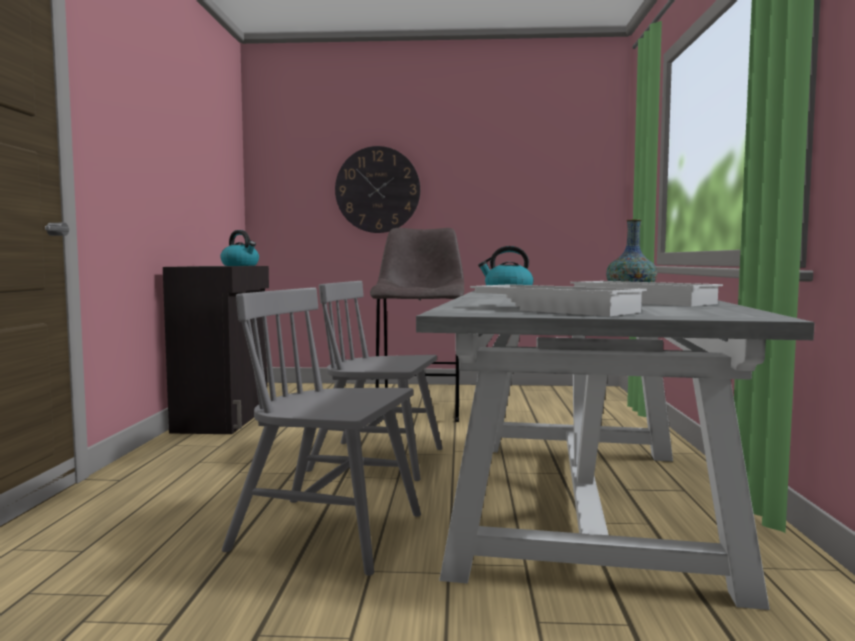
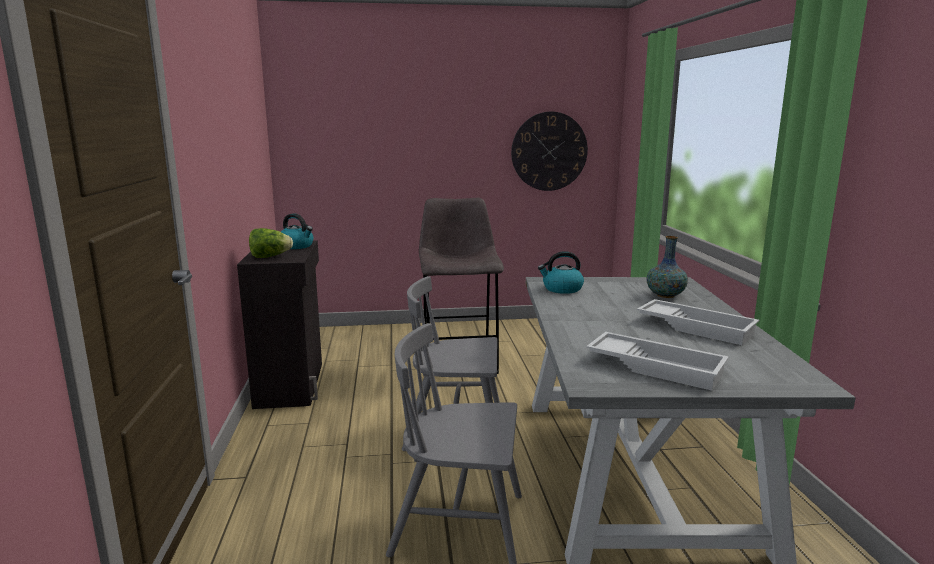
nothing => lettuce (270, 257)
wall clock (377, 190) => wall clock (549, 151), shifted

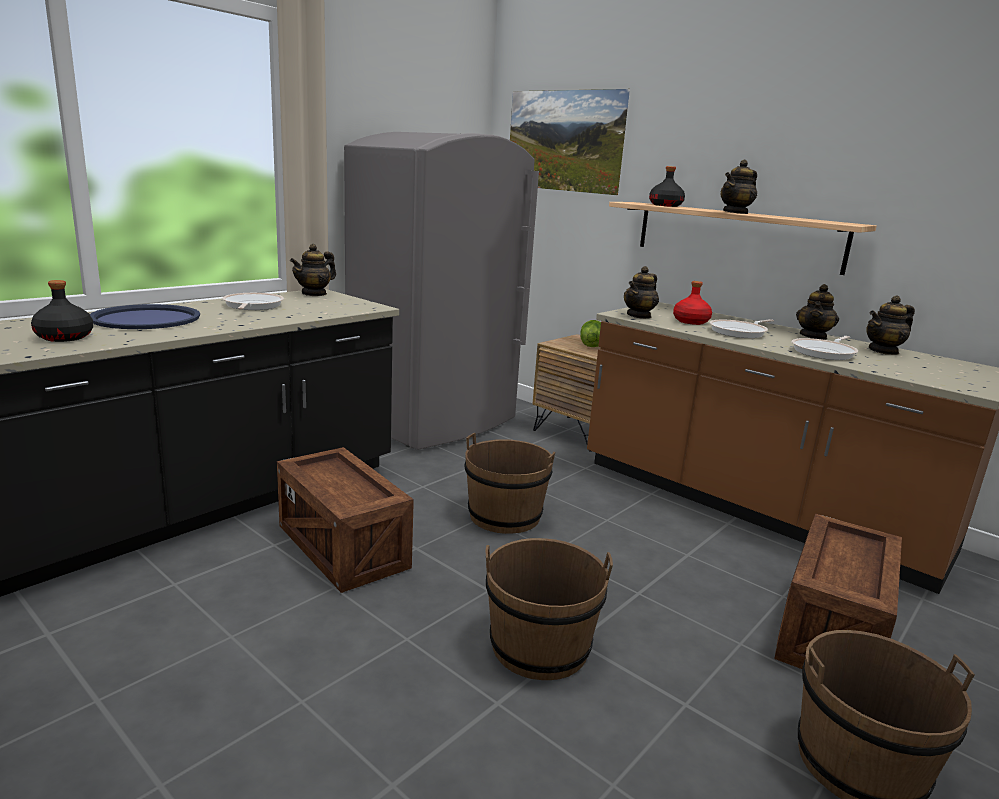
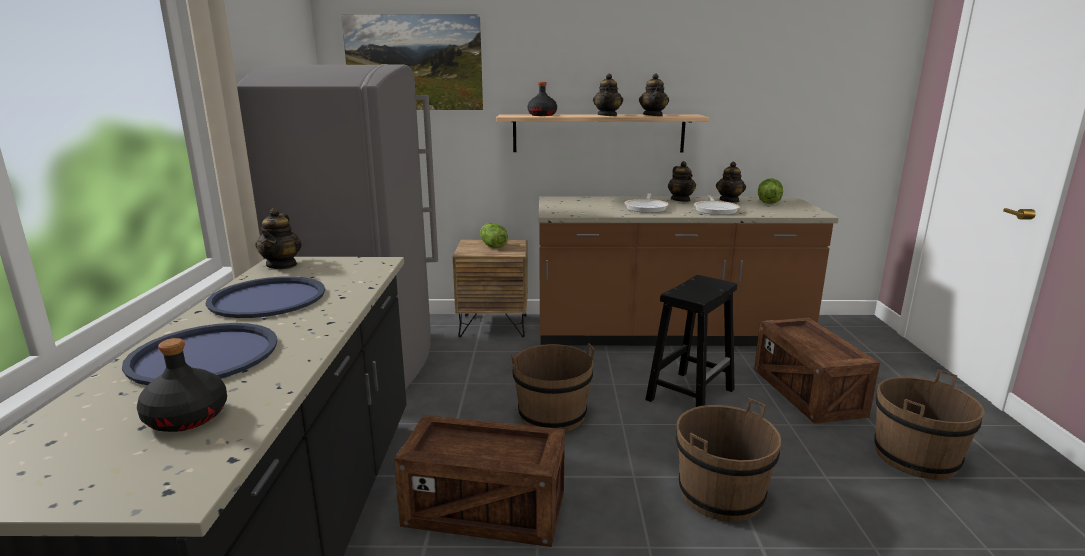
bottle in red (691, 321) => nothing
nothing => stool in black (690, 394)
nothing => lettuce (768, 202)
teapot (639, 316) => teapot (653, 115), shifted
frying pan (252, 306) => tray in blue (268, 298)

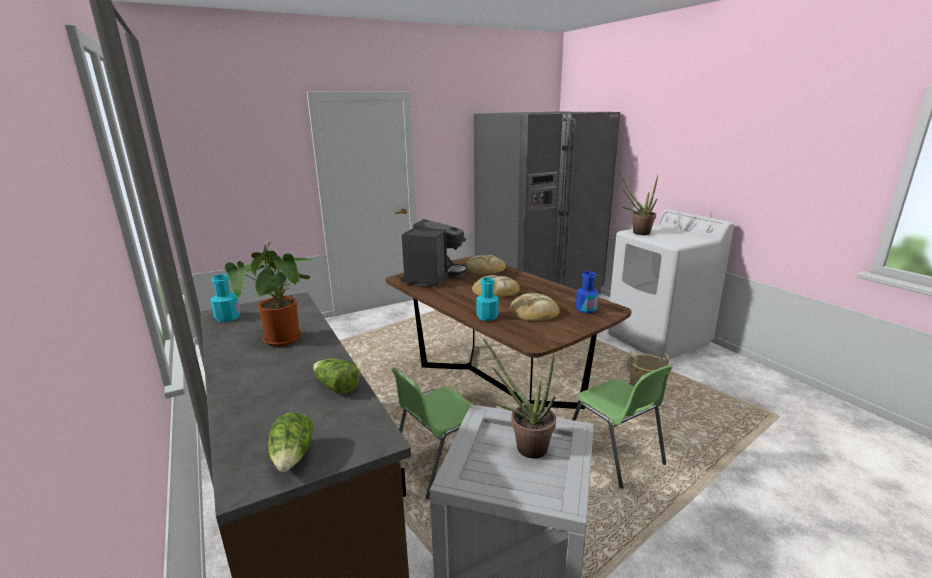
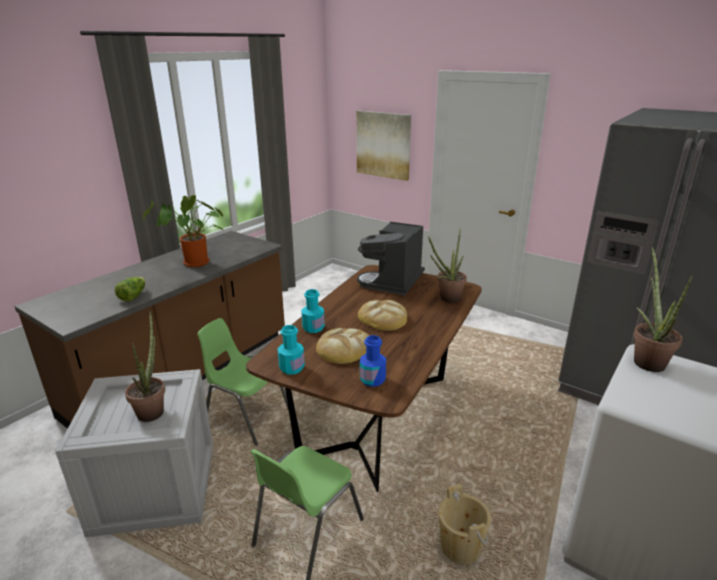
lettuce (293, 457) => nothing
nothing => picture (383, 145)
bottle in turquoise (228, 317) => bottle in turquoise (292, 368), shifted
bread (485, 268) => potted plant (446, 299)
coffee machine (433, 277) => coffee machine (393, 282), 120 degrees clockwise

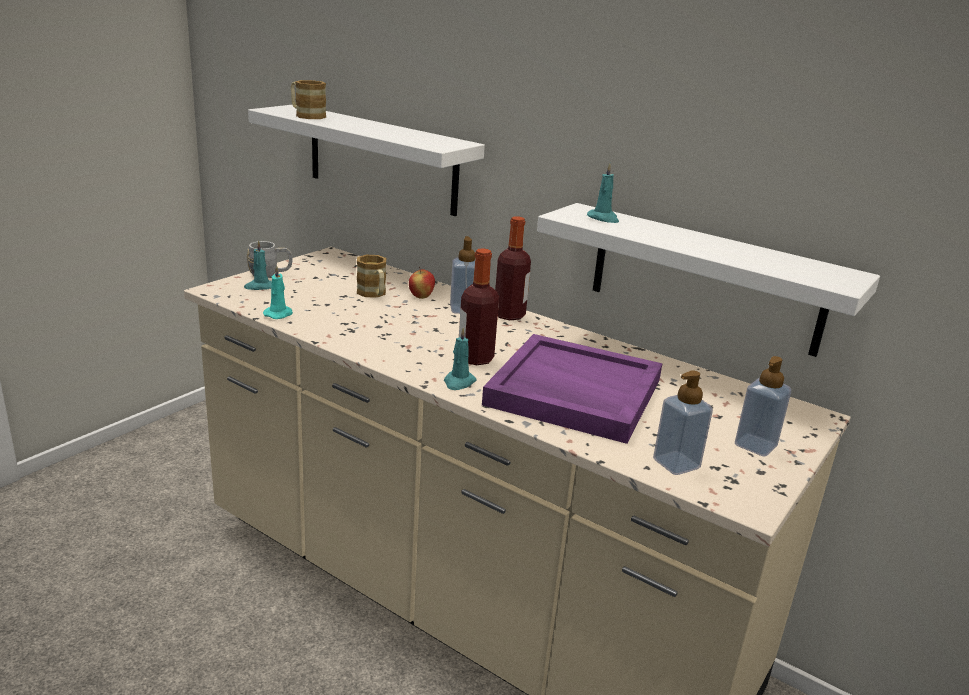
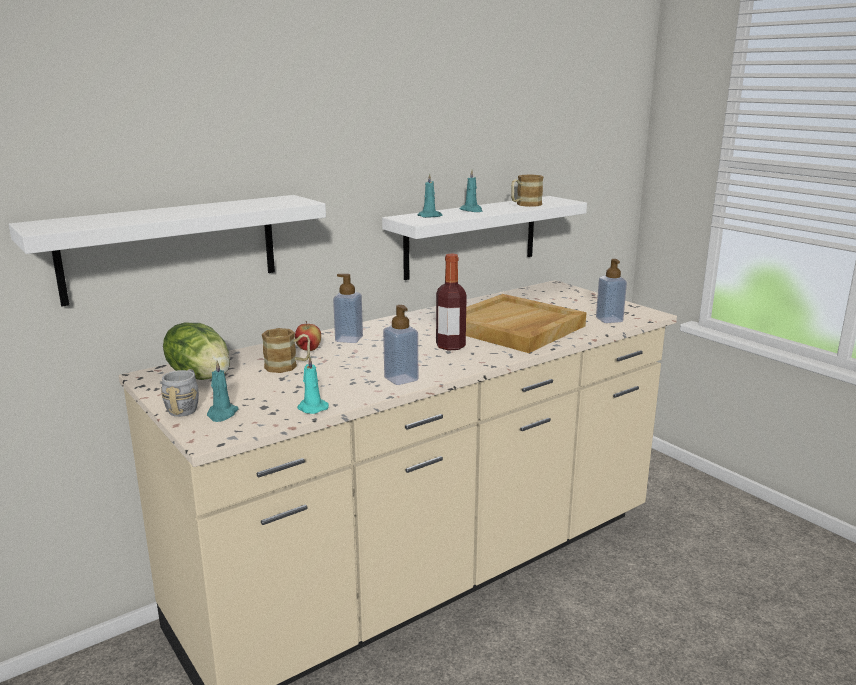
bottle (509, 315) => nothing
nothing => lettuce (201, 375)
mug (306, 115) => mug (525, 205), shifted
candle in turquoise (459, 382) => candle in turquoise (471, 210), shifted
soap dispenser (755, 445) => soap dispenser (401, 379), shifted
tray in purple (572, 392) => tray in beige (514, 328)

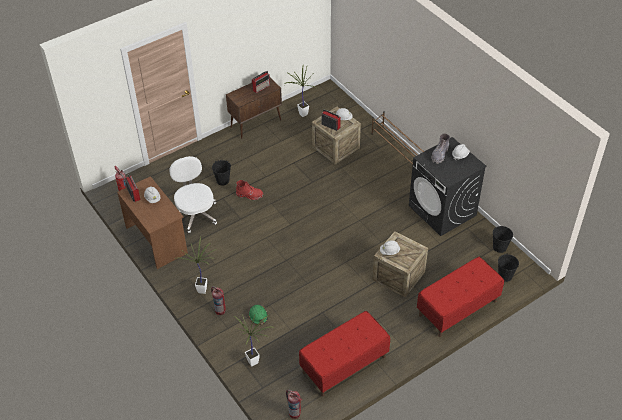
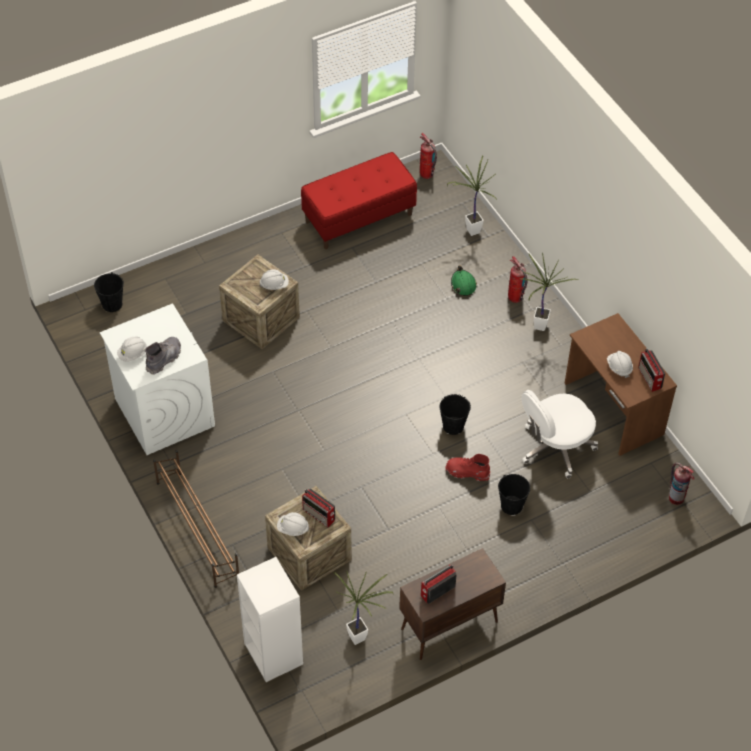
bench in red (457, 308) => nothing
nothing => bookcase in white (272, 653)
bucket in black (499, 247) => bucket in black (453, 426), shifted
washing machine in black (442, 211) => washing machine in white (164, 412)
office chair in white (195, 214) => office chair in white (555, 447), 75 degrees clockwise

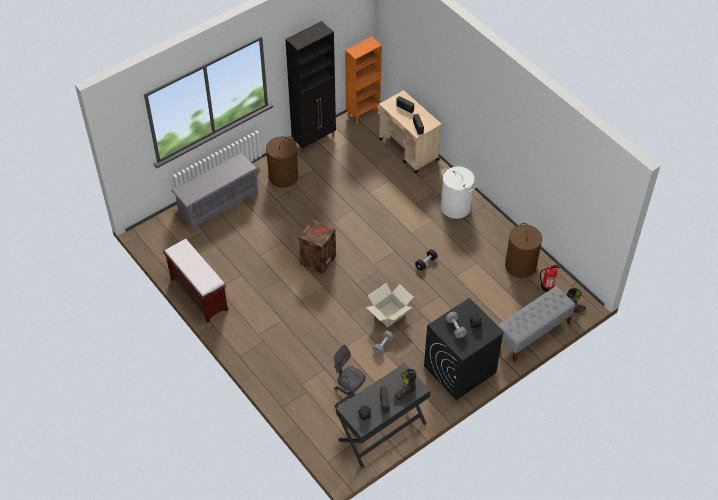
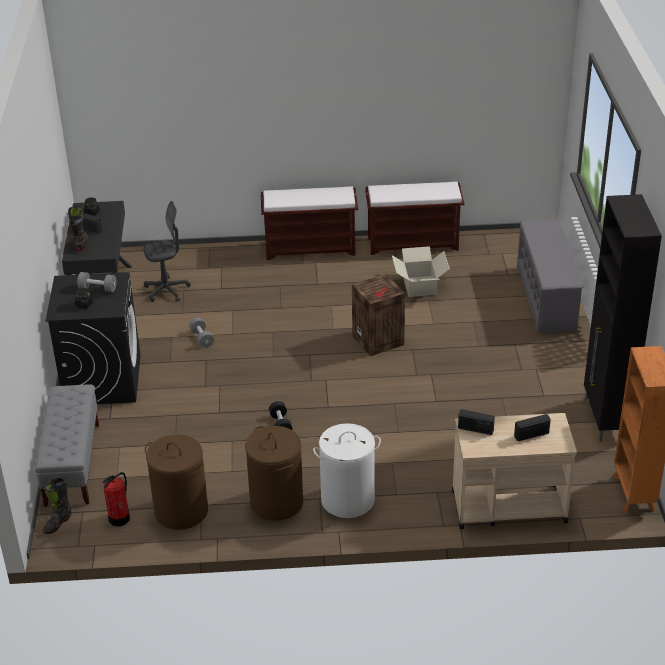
nothing => bench in brown (311, 248)
laundry basket in brown (283, 177) => laundry basket in brown (276, 502), shifted
cardboard box (389, 314) => cardboard box (419, 286), shifted

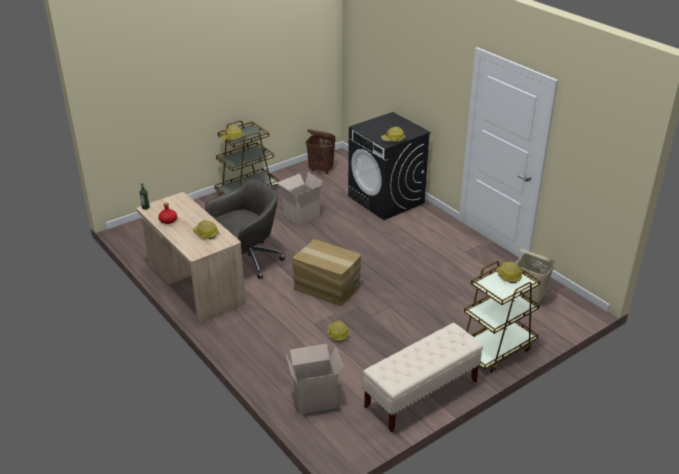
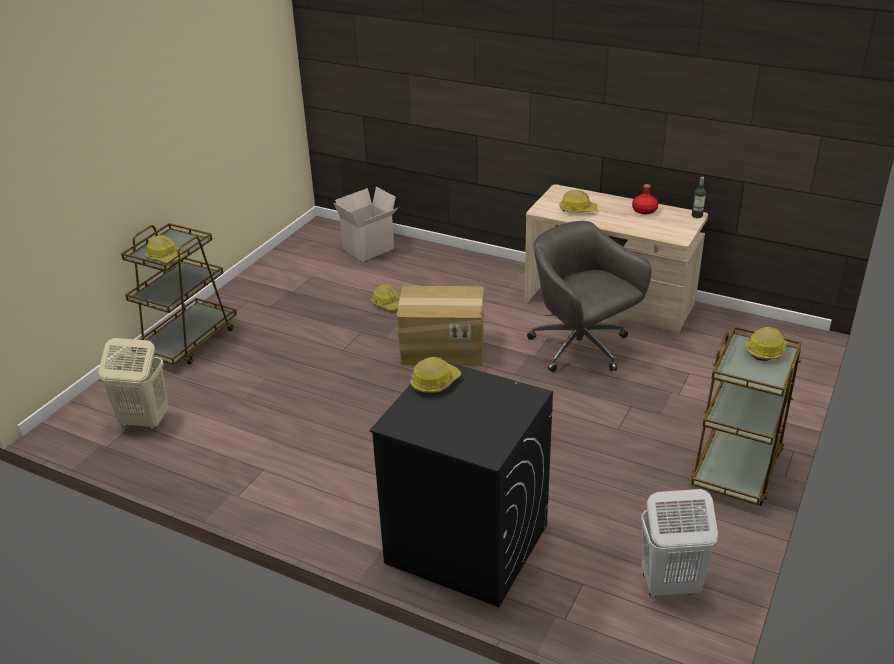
cardboard box (301, 215) => nothing
bench in beige (421, 394) => nothing
laundry basket in brown (321, 170) => laundry basket in white (669, 585)
office chair in grey (248, 261) => office chair in grey (581, 348), 120 degrees clockwise

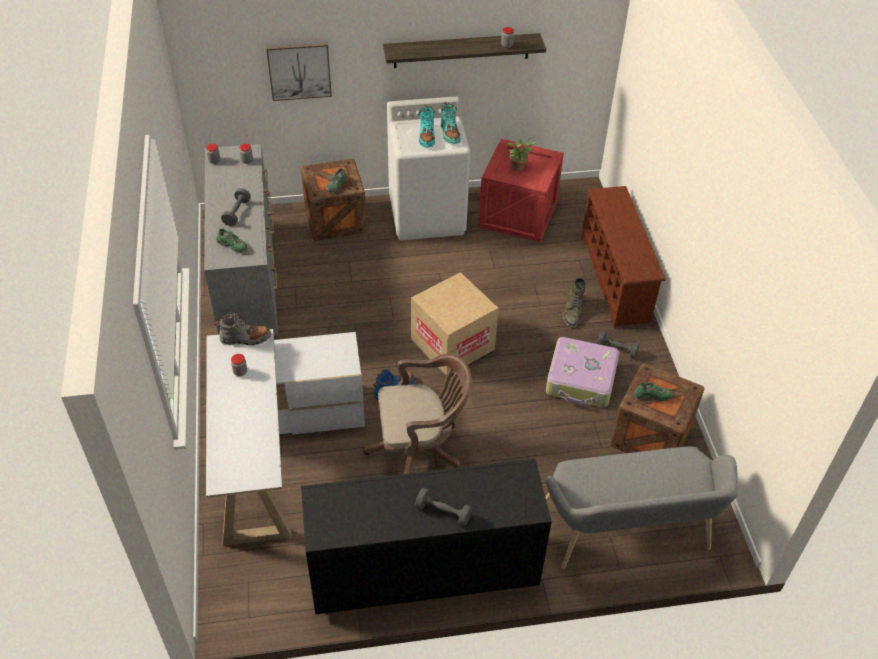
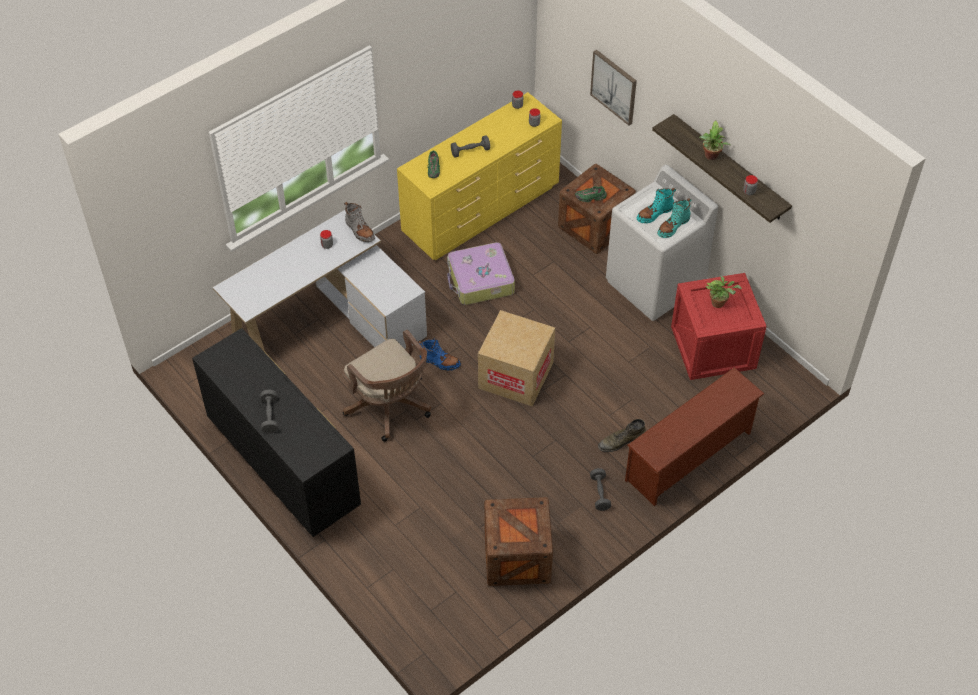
bench in grey (628, 534) => nothing
shoe in green (652, 396) => nothing
nothing => potted plant (711, 156)
suitcase (581, 380) => suitcase (480, 281), shifted
dresser in grey (248, 279) => dresser in yellow (482, 211)

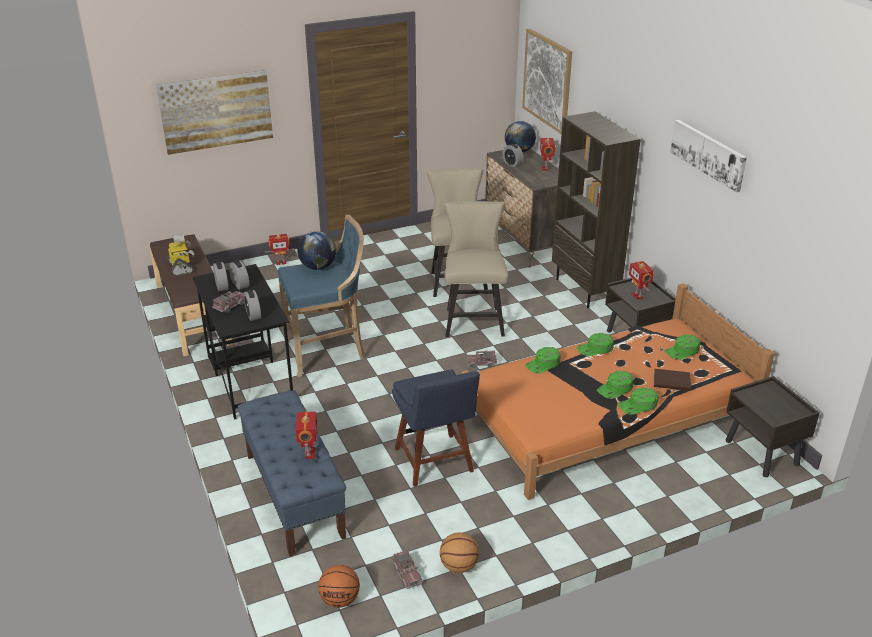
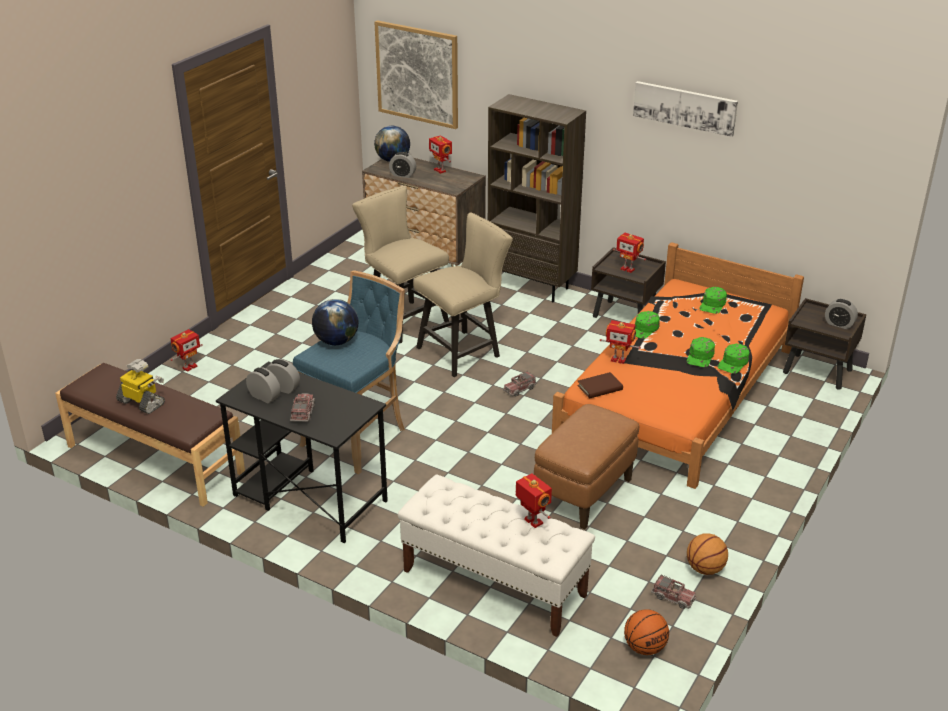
picture (216, 111) => nothing
alarm clock (253, 315) => alarm clock (839, 324), shifted
book in brown (671, 382) => book in brown (600, 388), shifted
chair in blue (435, 462) => ottoman in brown (584, 494)
cap in green (543, 364) => toy robot (618, 359)
bench in blue (294, 495) => bench in white (493, 583)
chair in beige (473, 319) => chair in beige (463, 351), 90 degrees clockwise

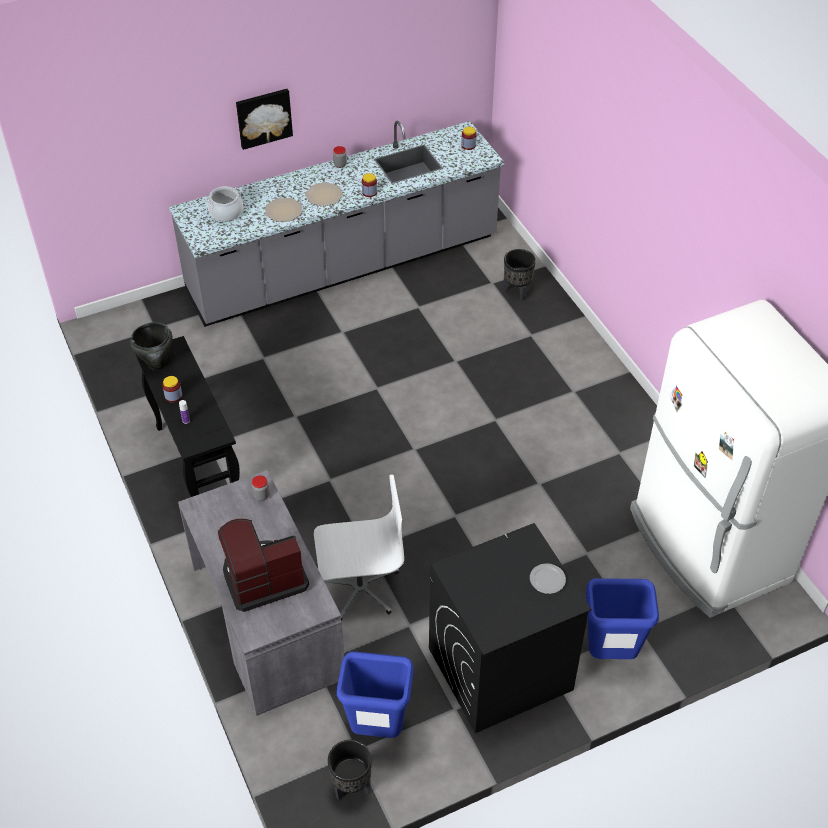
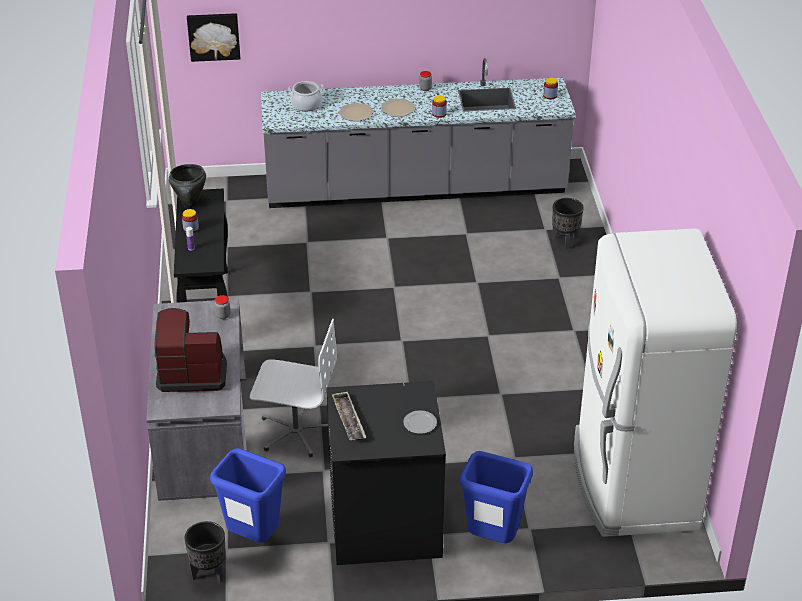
nothing => tray (348, 419)
picture (263, 117) => picture (213, 36), shifted

